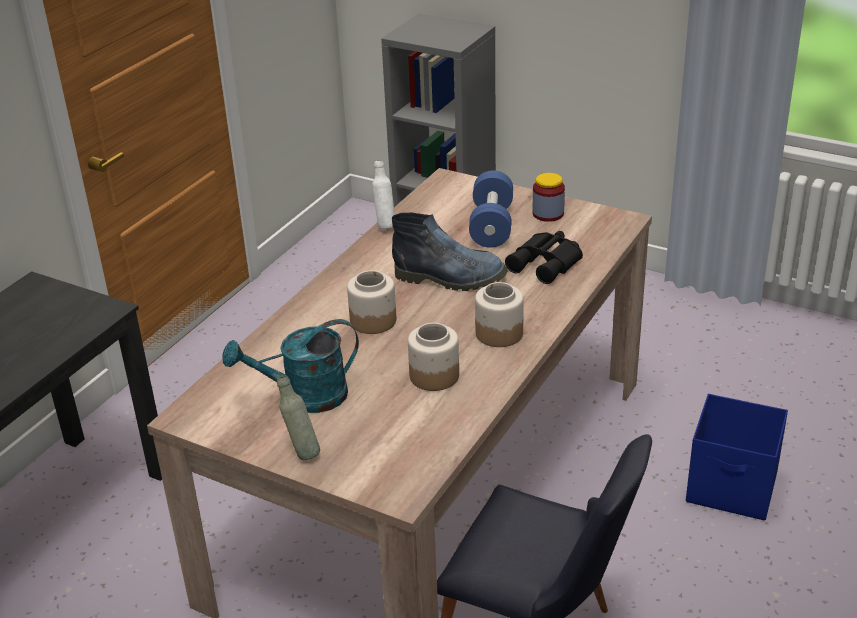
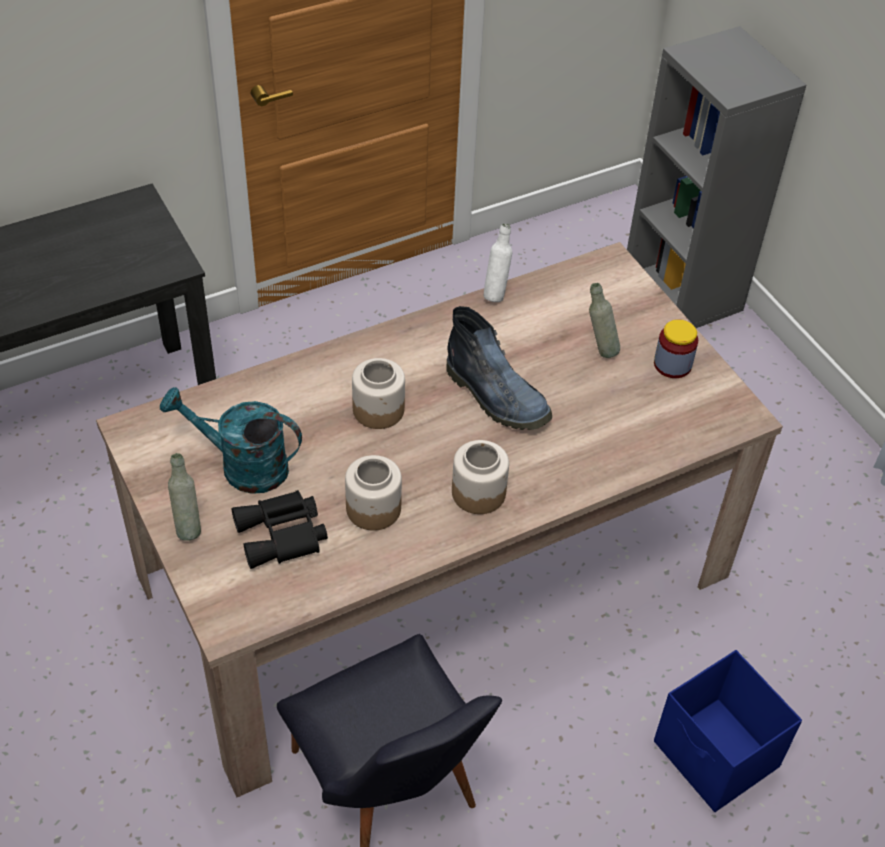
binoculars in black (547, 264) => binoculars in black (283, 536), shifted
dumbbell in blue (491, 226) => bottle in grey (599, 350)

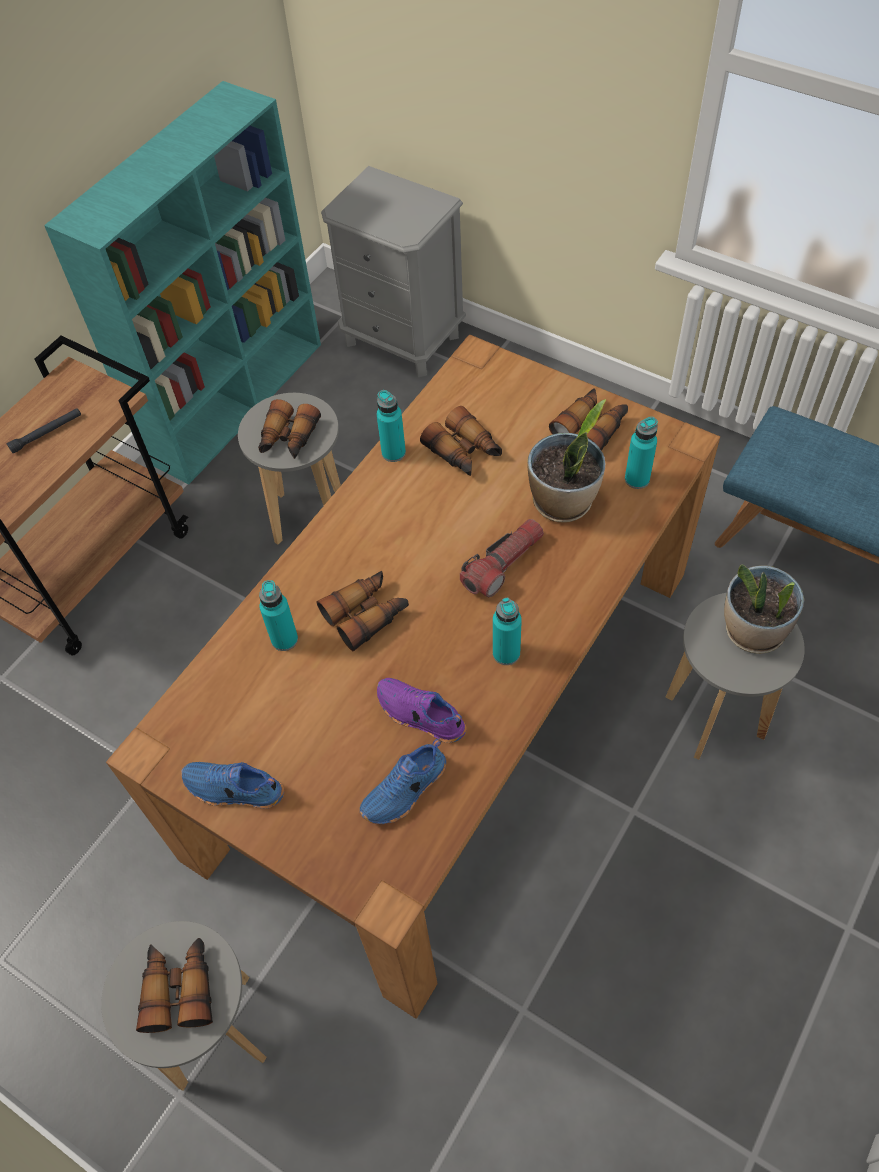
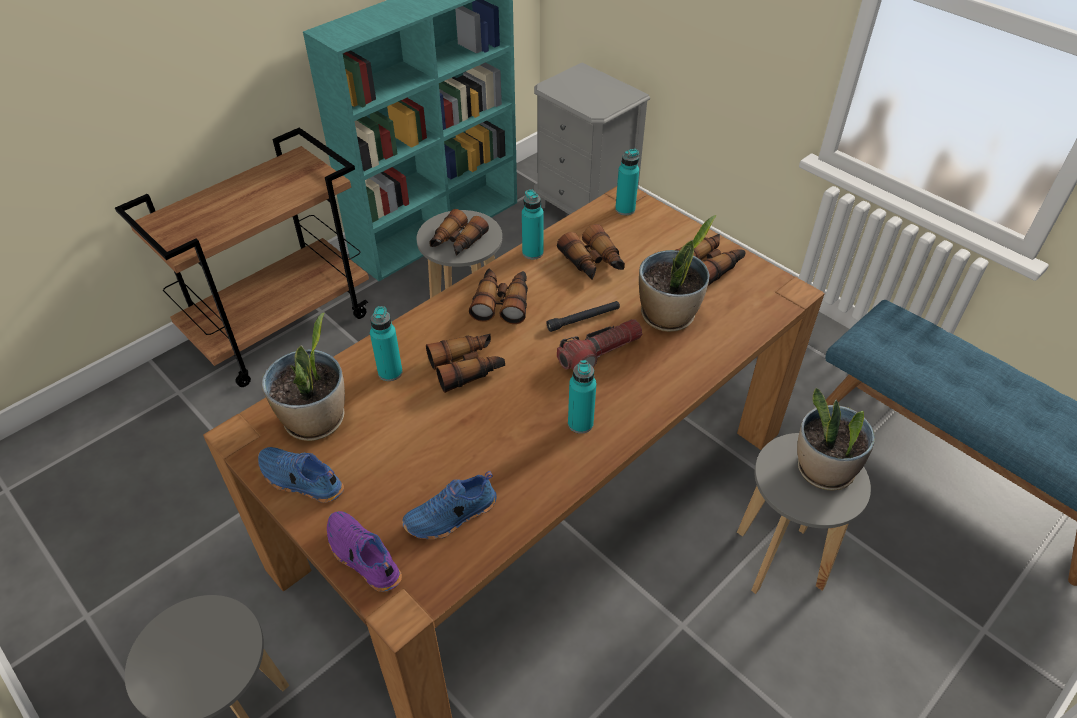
nothing => potted plant (316, 421)
flashlight in black (47, 433) => flashlight in black (583, 319), shifted
binoculars (179, 987) => binoculars (502, 302), shifted
shoe in purple (420, 716) => shoe in purple (362, 558), shifted
bottle in turquoise (637, 479) => bottle in turquoise (625, 209), shifted

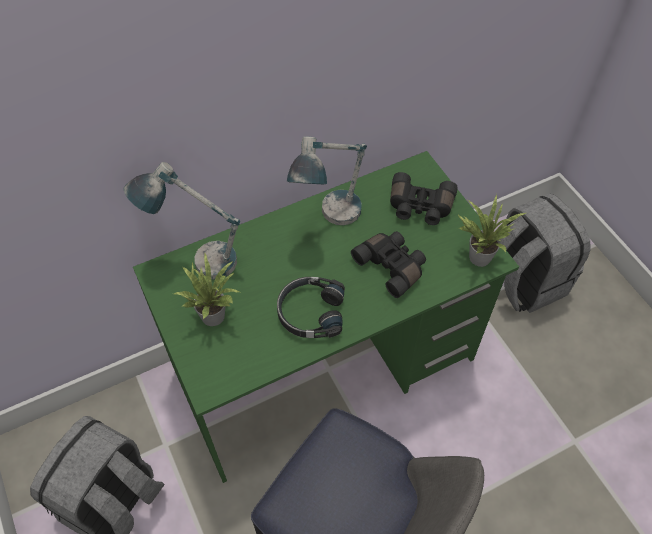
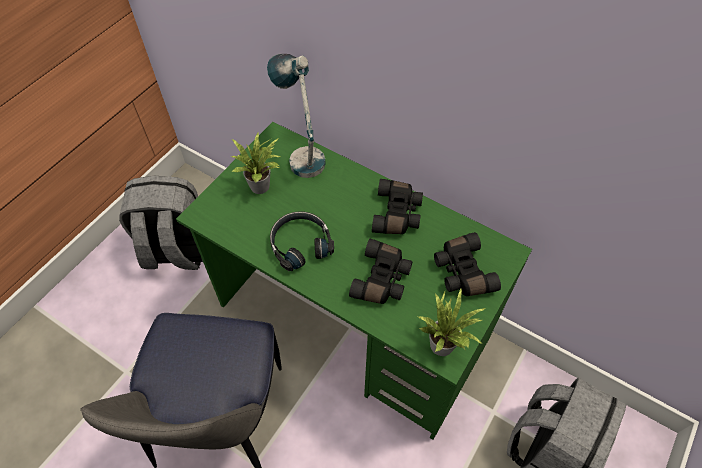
table lamp (329, 220) => binoculars in black (398, 214)

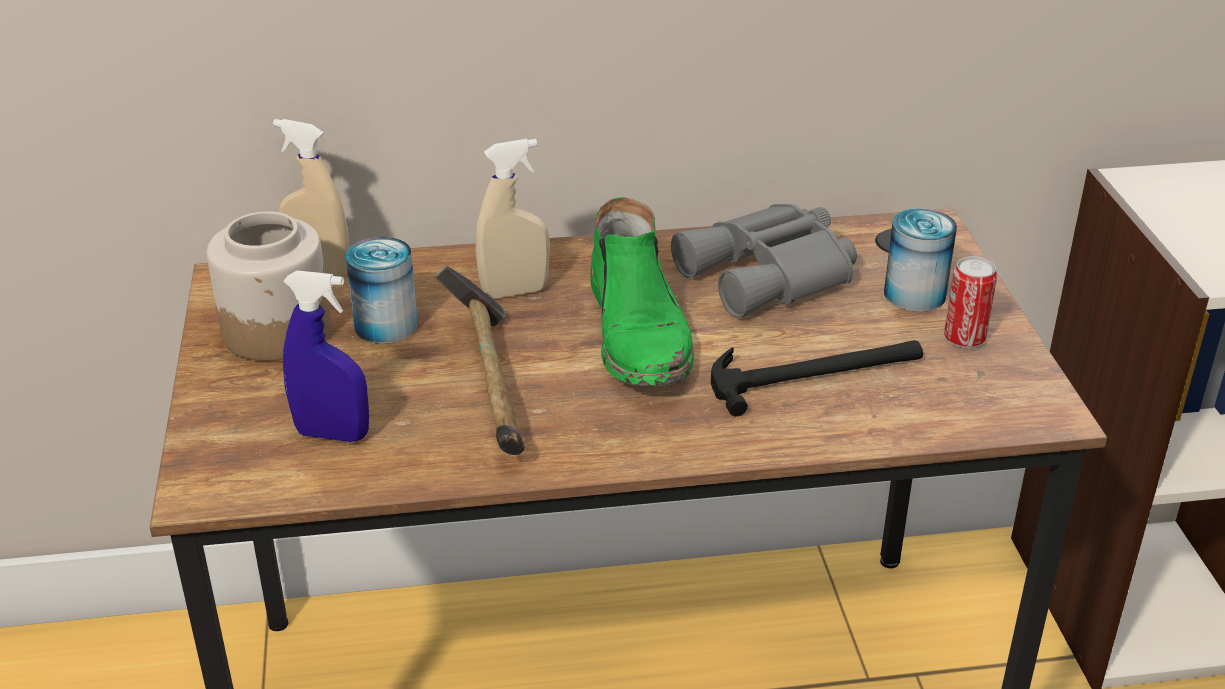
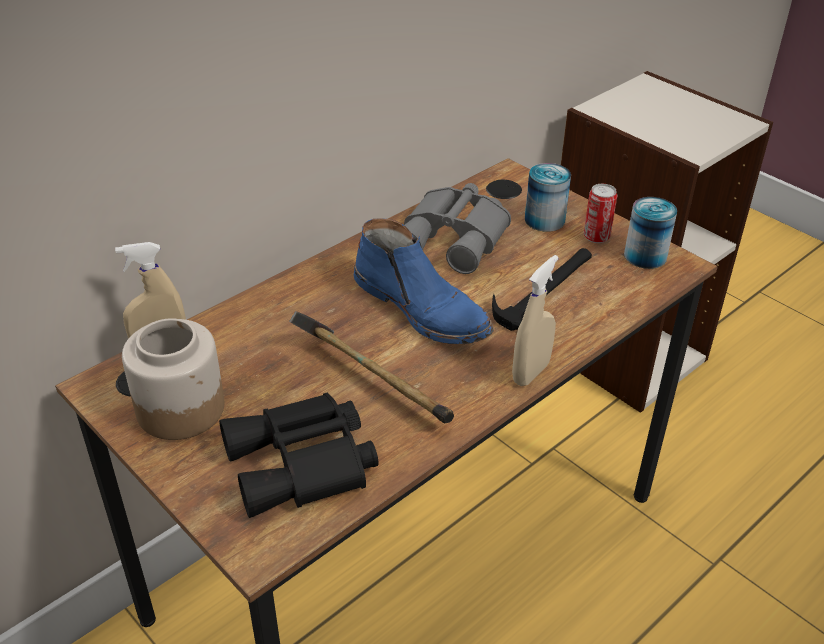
can (386, 325) => can (645, 256), shifted
spray bottle in beige (514, 292) => spray bottle in beige (530, 373), shifted
spray bottle in blue (332, 434) => binoculars in black (304, 465)
boot in green (640, 335) => boot in blue (423, 308)

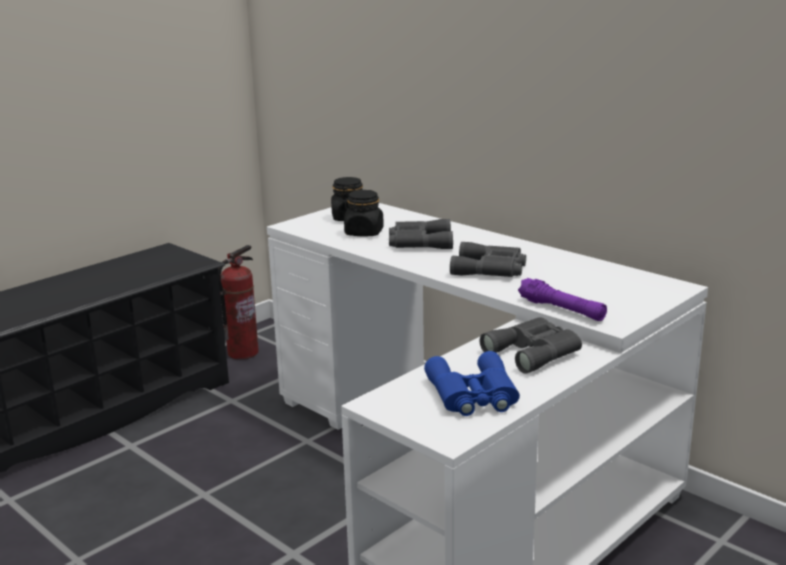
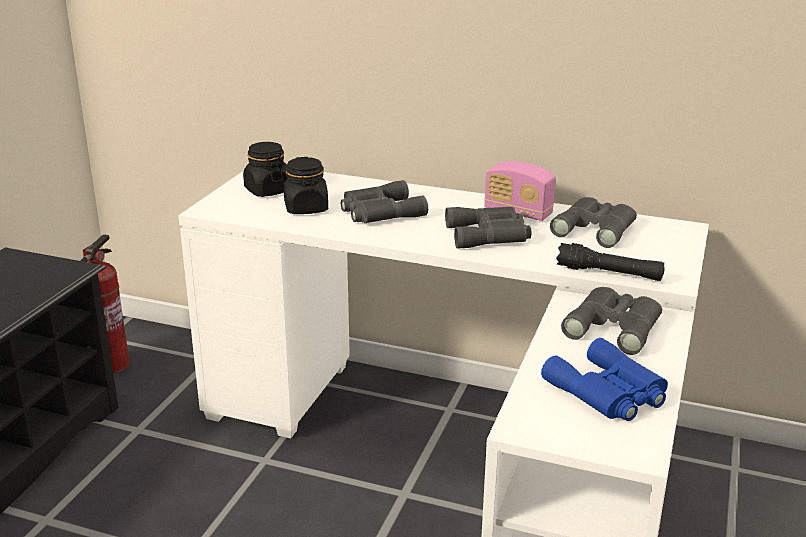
nothing => radio (518, 212)
nothing => binoculars in grey (596, 228)
flashlight in purple (561, 310) => flashlight in black (609, 273)

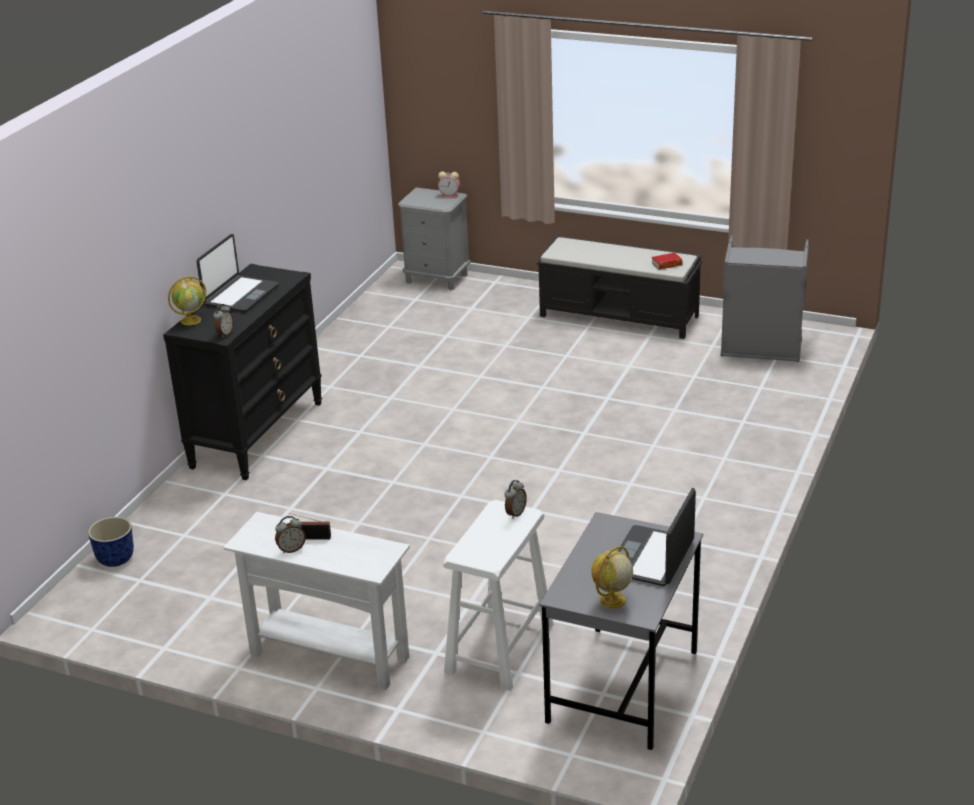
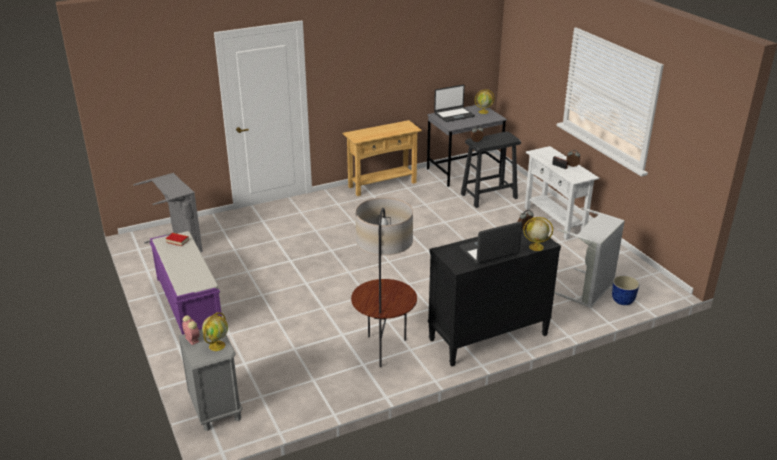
nothing => globe (217, 345)
nothing => console table in beige (382, 184)
nothing => floor lamp (384, 350)
nothing => laundry basket in grey (588, 290)
stool in white (500, 648) => stool in black (488, 196)
bench in black (620, 316) => bench in purple (188, 303)

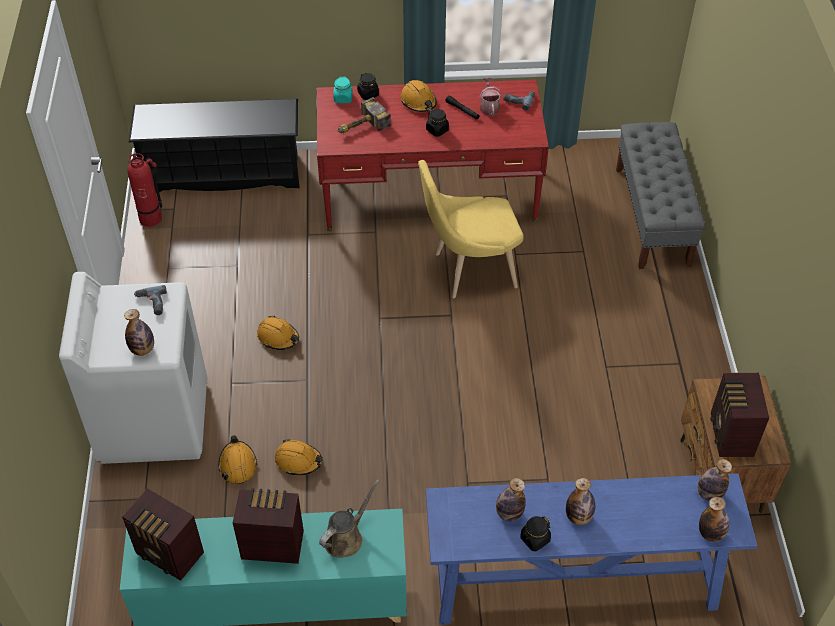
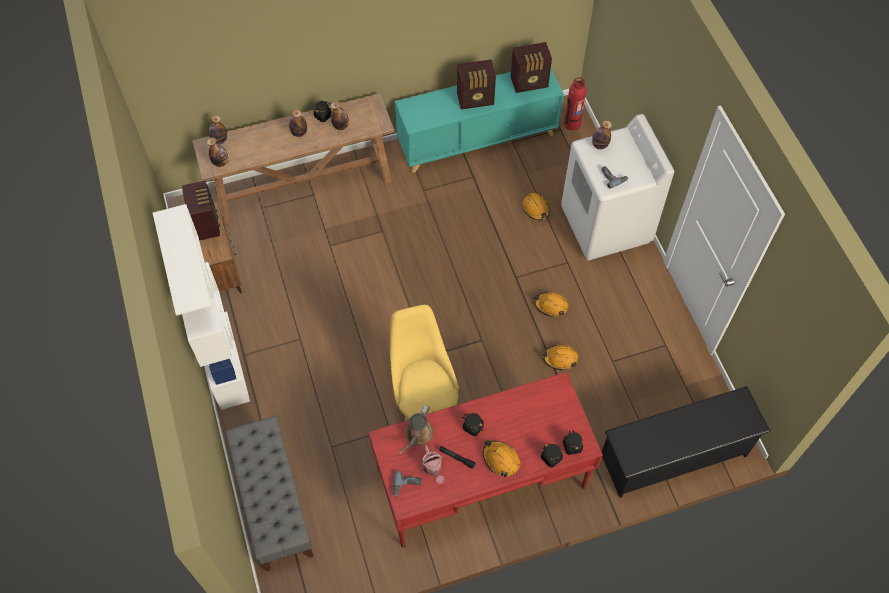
hammer (360, 127) => nothing
nothing => bookcase in white (223, 359)
fire extinguisher (151, 218) => fire extinguisher (571, 123), shifted
hard hat in orange (298, 460) => hard hat in orange (560, 358), shifted
watering can in brown (346, 537) => watering can in brown (417, 435), shifted
jar in turquoise (343, 98) => jar in black (572, 446)
console table in blue (572, 583) => console table in brown (305, 186)
radio (170, 555) => radio (530, 83), 150 degrees clockwise
chair in yellow (469, 270) => chair in yellow (424, 402), 75 degrees counterclockwise

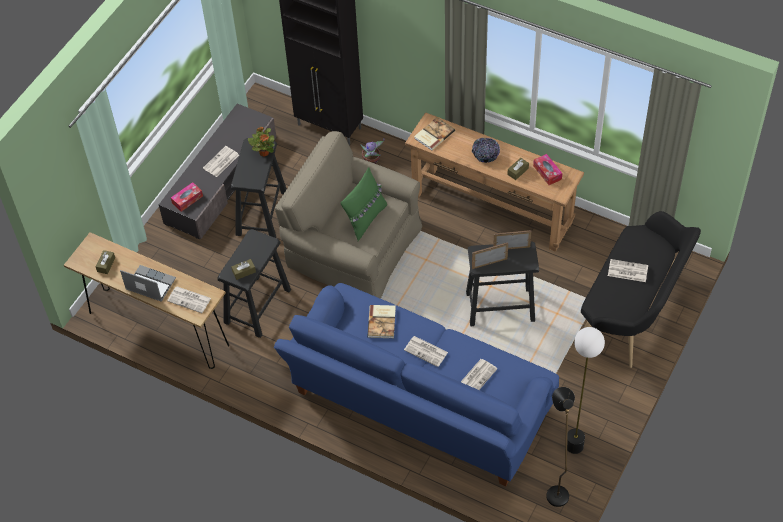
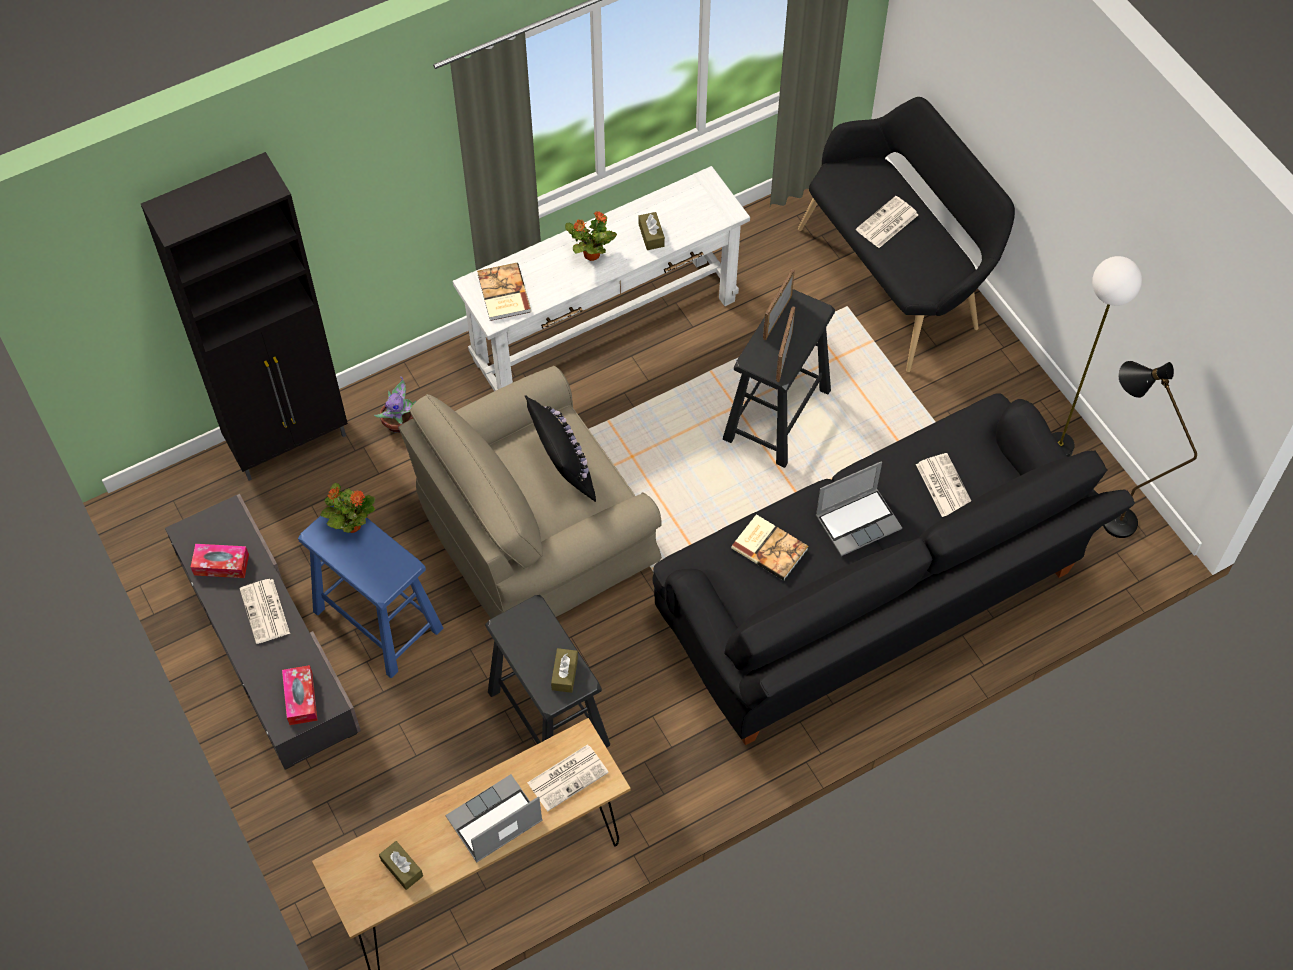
tissue box (547, 172) => tissue box (221, 565), shifted
newspaper (426, 351) => laptop (858, 521)
bowl (485, 154) => potted plant (591, 254)
stool in black (262, 213) => stool in blue (377, 619)
sofa in blue (419, 406) => sofa in black (874, 604)
pillow in green (365, 219) => pillow in black (562, 470)
console table in brown (491, 208) => console table in white (605, 330)

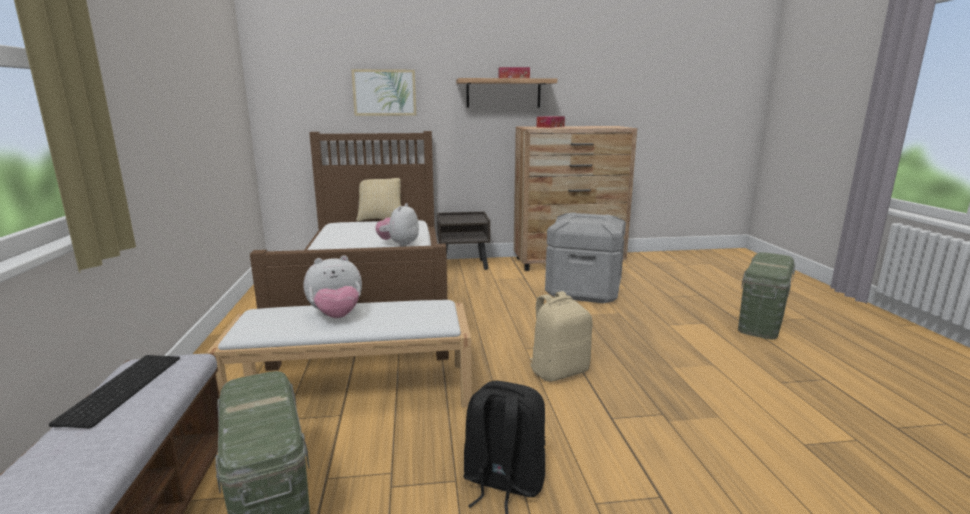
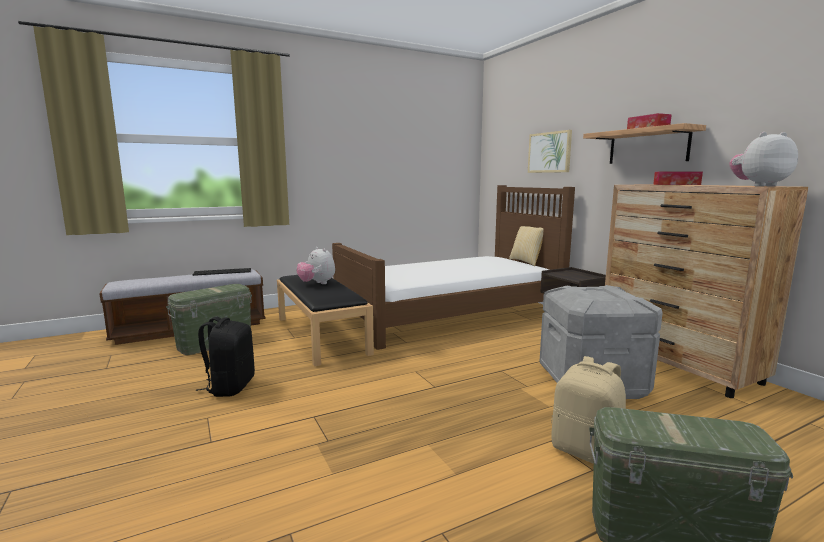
plush toy (399, 245) => plush toy (758, 186), shifted
backpack in beige (559, 371) => backpack in beige (586, 451), shifted
bench in white (355, 390) => bench in black (322, 335)

